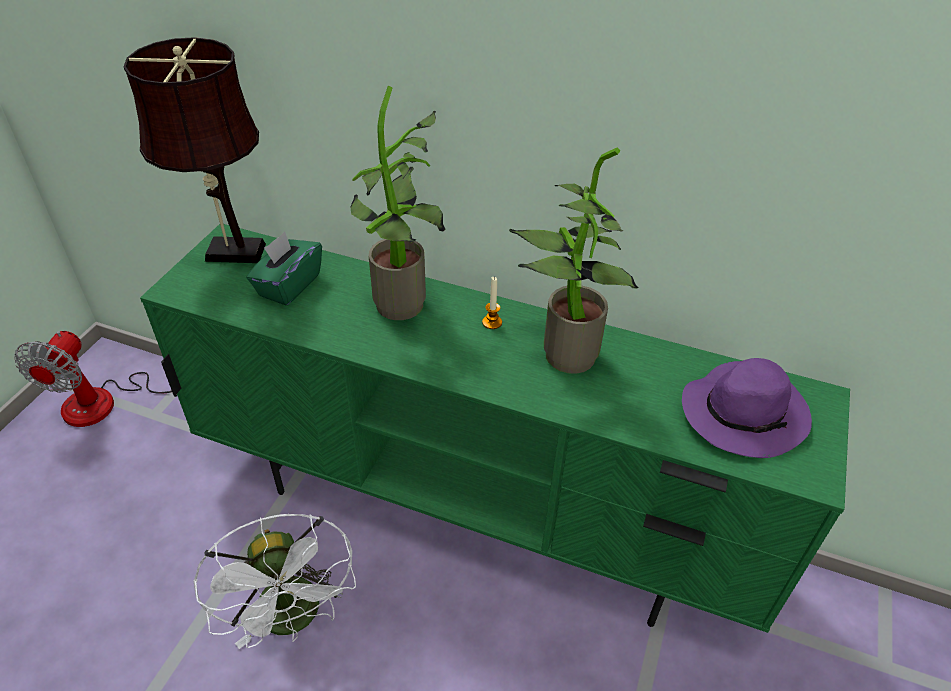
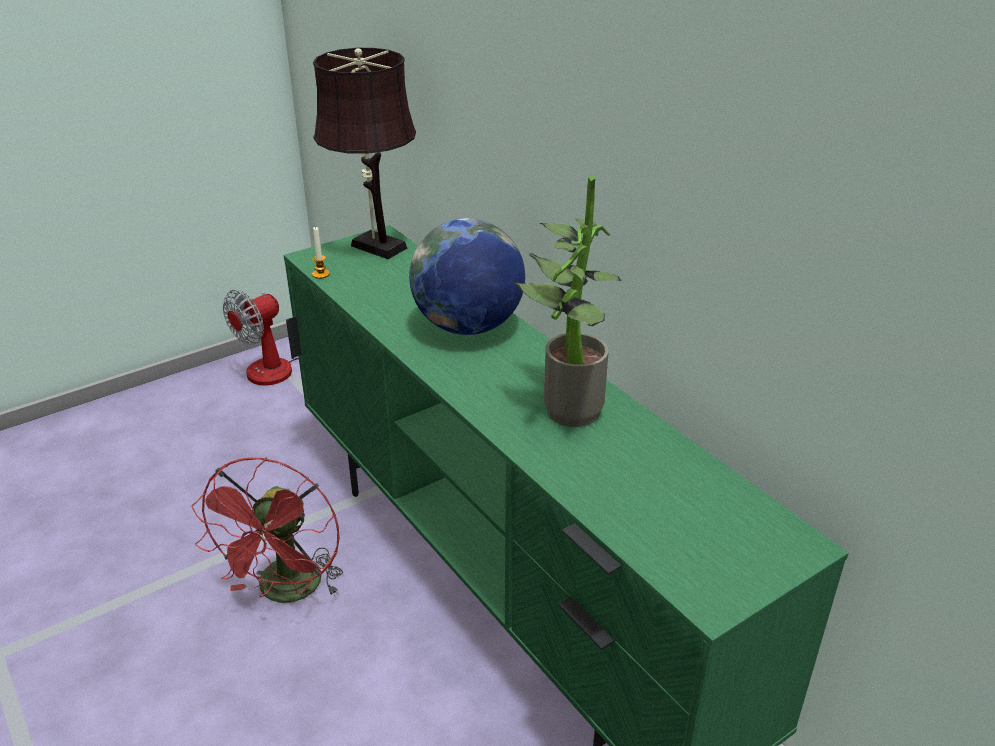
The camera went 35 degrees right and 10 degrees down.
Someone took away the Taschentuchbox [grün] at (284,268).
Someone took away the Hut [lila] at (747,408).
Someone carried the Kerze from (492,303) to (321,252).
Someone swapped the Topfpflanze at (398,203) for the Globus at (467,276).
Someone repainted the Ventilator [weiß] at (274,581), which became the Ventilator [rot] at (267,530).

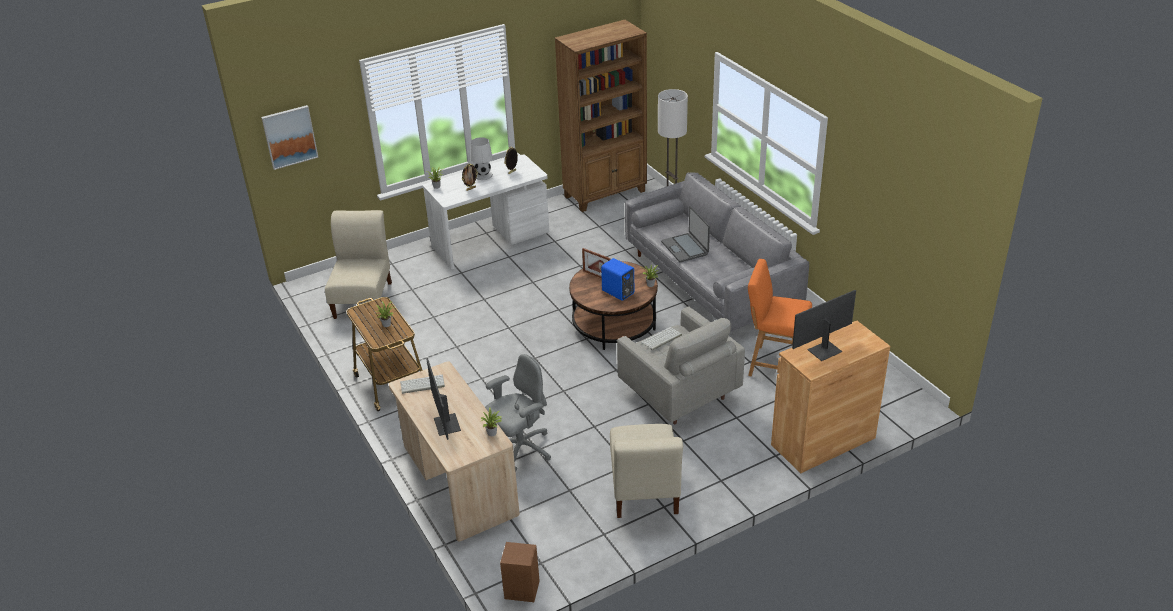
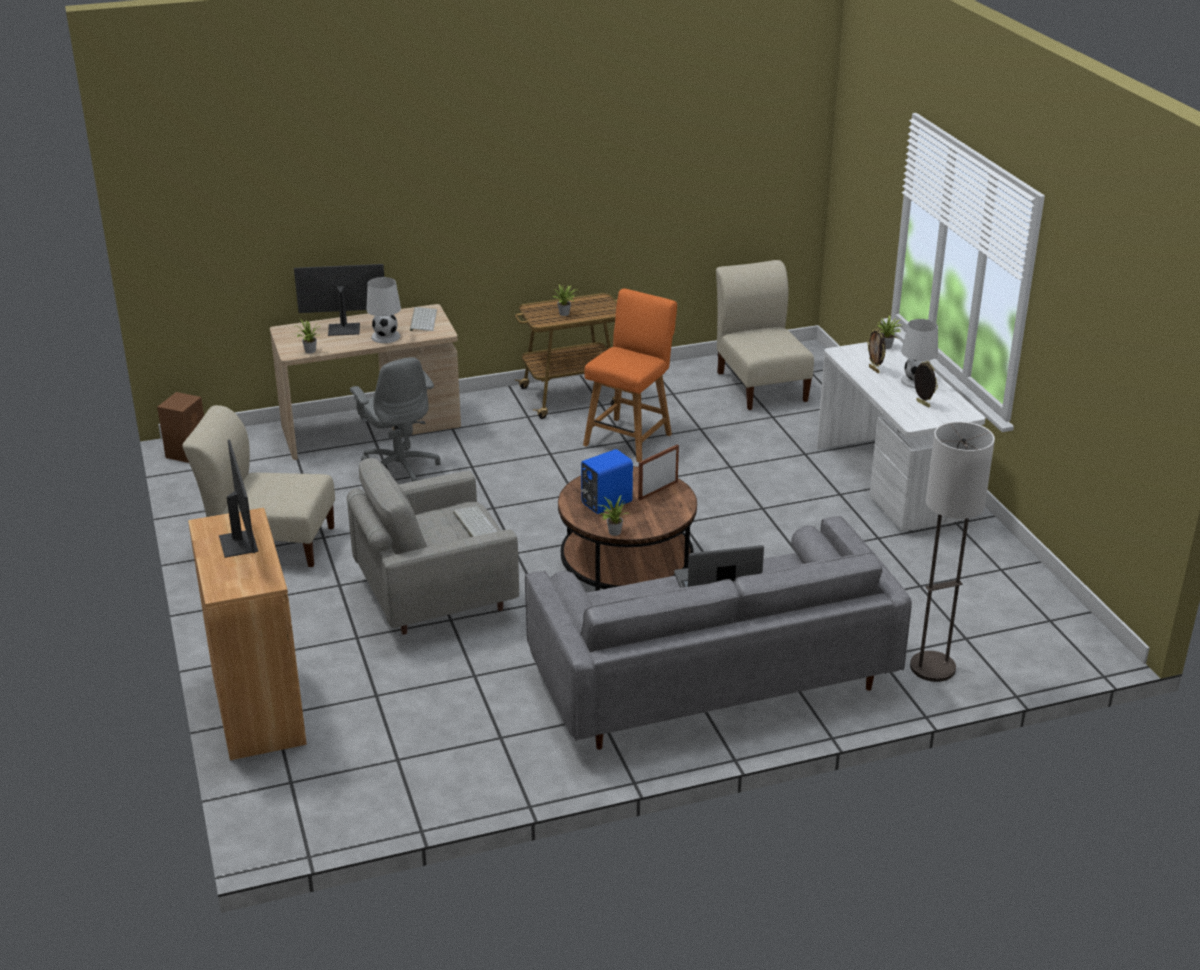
The camera went 100 degrees right and 5 degrees down.
Someone took away the Bild at (290,137).
Someone took away the Bücherregal [braun] at (601,116).
Someone put down the Tischlampe [weiß] at (383,310).
Someone carried the Stuhl [orange] from (780,317) to (630,375).
Someone rotated the Stuhl [beige] at (358,264) by 120 degrees counterclockwise.

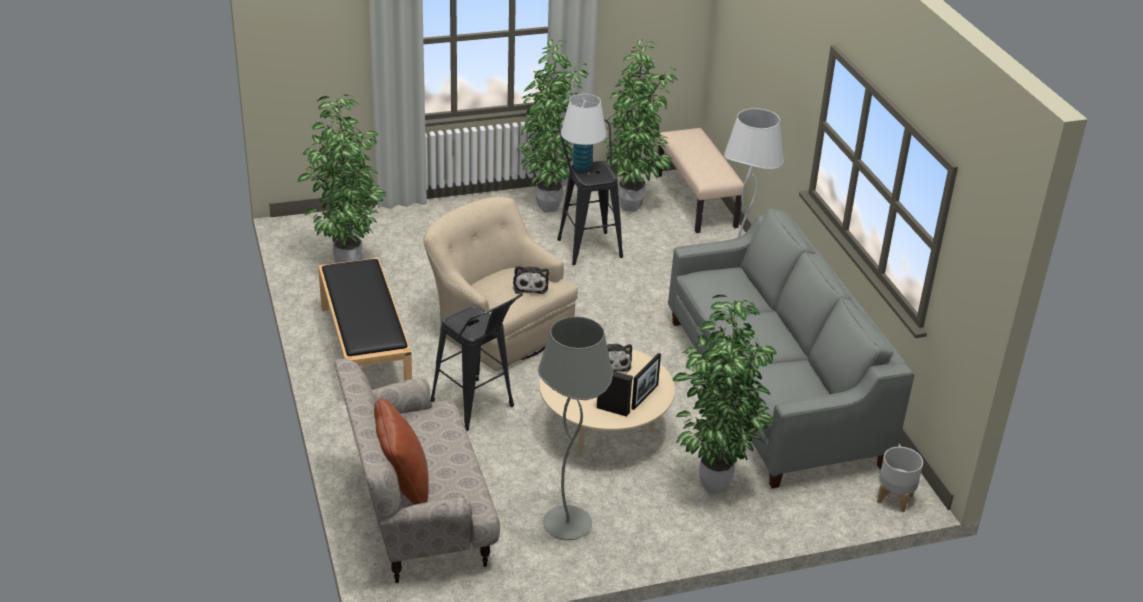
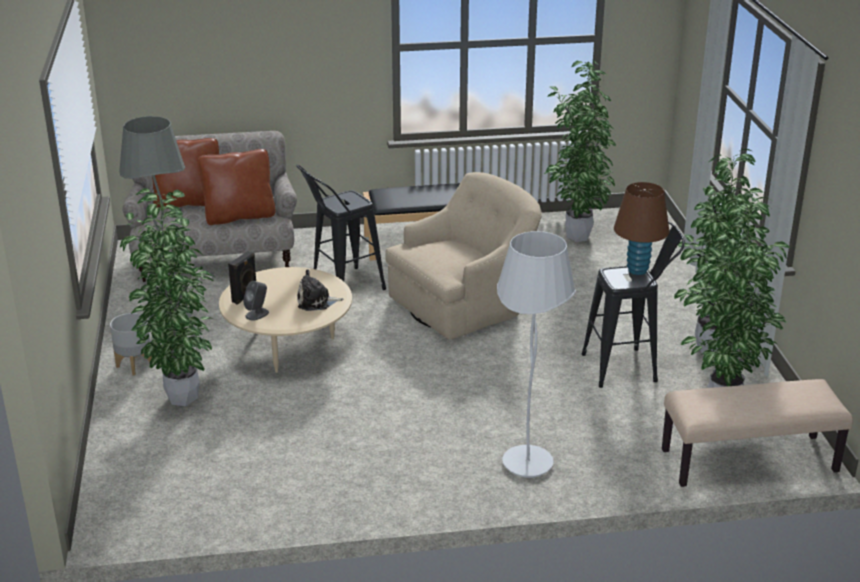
The camera went 100 degrees right and 5 degrees down.
Someone took away the Plüschtier at (531,280).
Someone took away the Sofa [grau] at (791,348).
Someone put down the Kissen [braun] at (236,187).
Someone carried the Pflanzkübel [grau] from (900,479) to (131,344).
Someone swapped the Bilderrahmen at (646,381) for the Lautsprecher [grau] at (256,301).
Someone repainted the Tischlampe [weiß] at (584,132), which became the Tischlampe [braun] at (641,228).

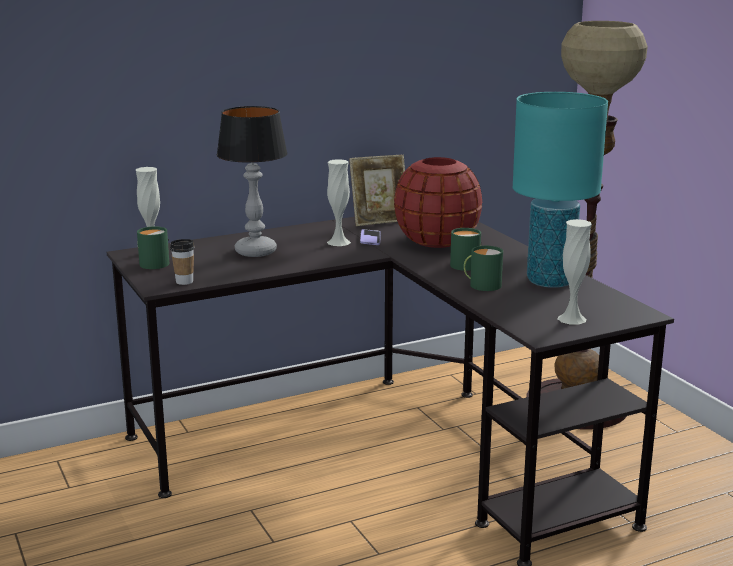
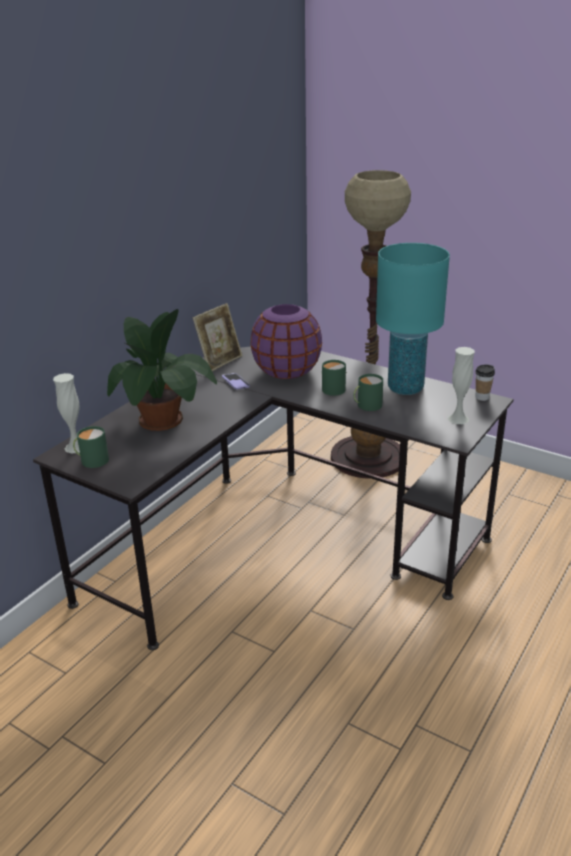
The camera went 30 degrees left and 10 degrees up.
Someone took away the Vase [weiß] at (339,202).
Someone carried the Tasse from (182,262) to (485,382).
Someone swapped the Tischlampe at (252,181) for the Topfpflanze at (162,370).
Someone repainted the Vase [rot] at (438,202), which became the Vase [lila] at (286,341).

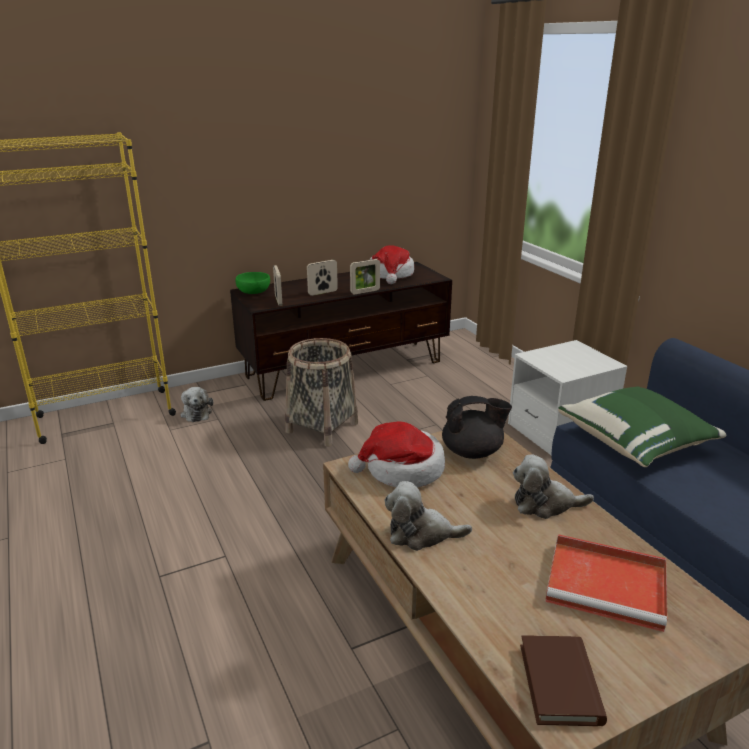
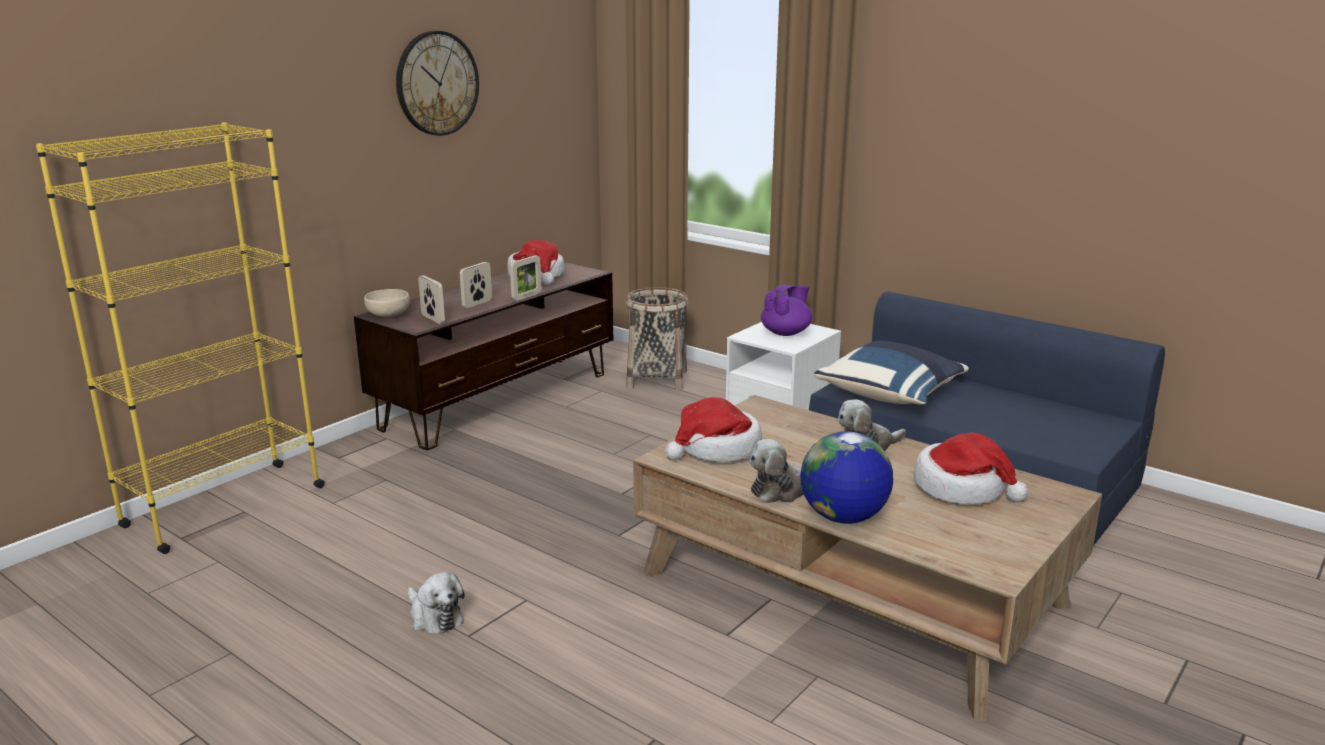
The camera went 25 degrees left and 5 degrees down.
Someone took away the Teekanne [schwarz] at (477,427).
Someone took away the Buch [braun] at (563,680).
Someone put up the Wanduhr at (437,83).
Someone put down the Teekanne [lila] at (786,310).
Someone put down the Globus at (846,477).
Someone carried the Plüschtier from (197,404) to (436,603).
Someone carried the Korb from (321,392) to (657,338).
Someone swapped the Tablett [rot] at (606,583) for the Hut at (970,468).
Someone repainted the Schüssel [grün] at (252,283), which became the Schüssel [beige] at (387,303).
Someone repainted the Kissen [grün] at (642,426), which became the Kissen [blau] at (891,373).

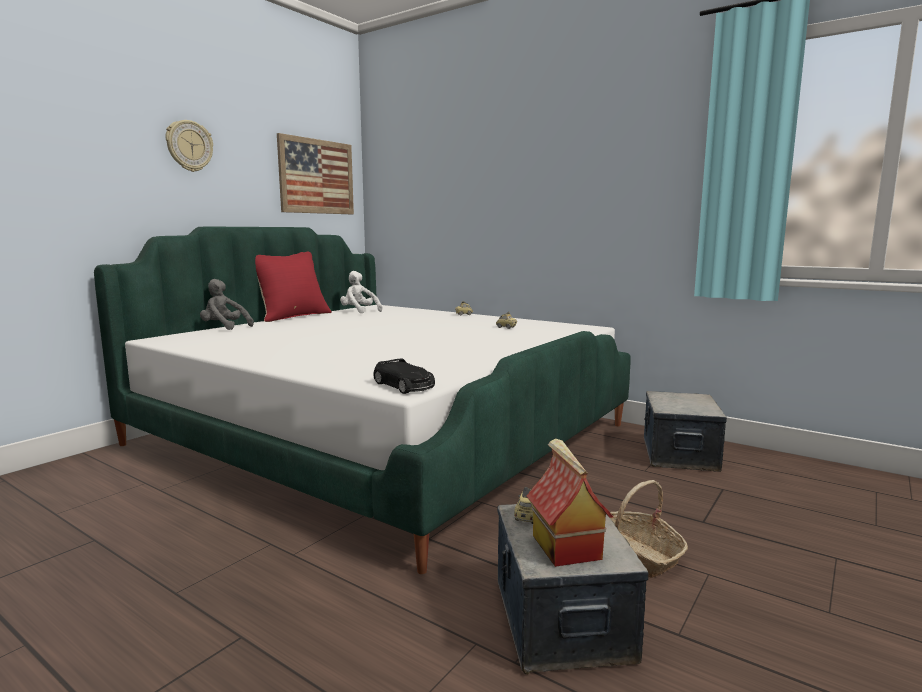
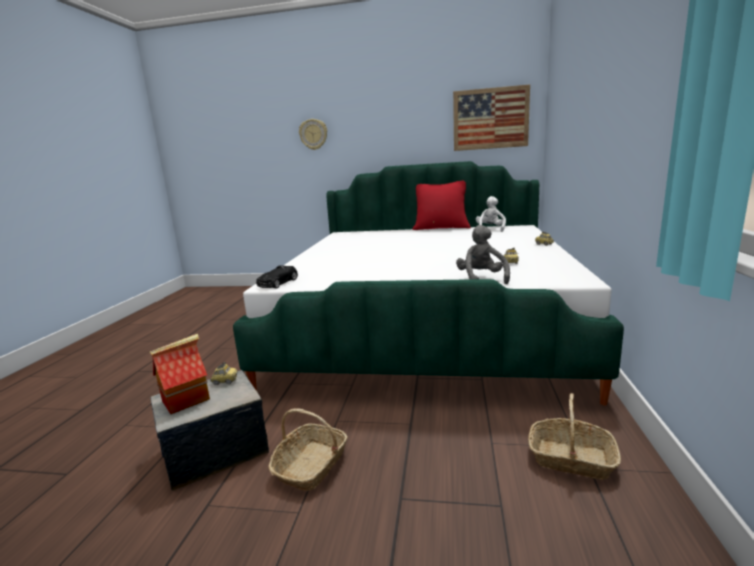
The camera went 65 degrees right and 5 degrees up.
Someone carried the Wanduhr from (189,146) to (313,134).
Someone carried the Plüschtier [grau] from (227,304) to (483,254).
Someone swapped the Aufbewahrungsbox at (685,431) for the Korb at (574,436).

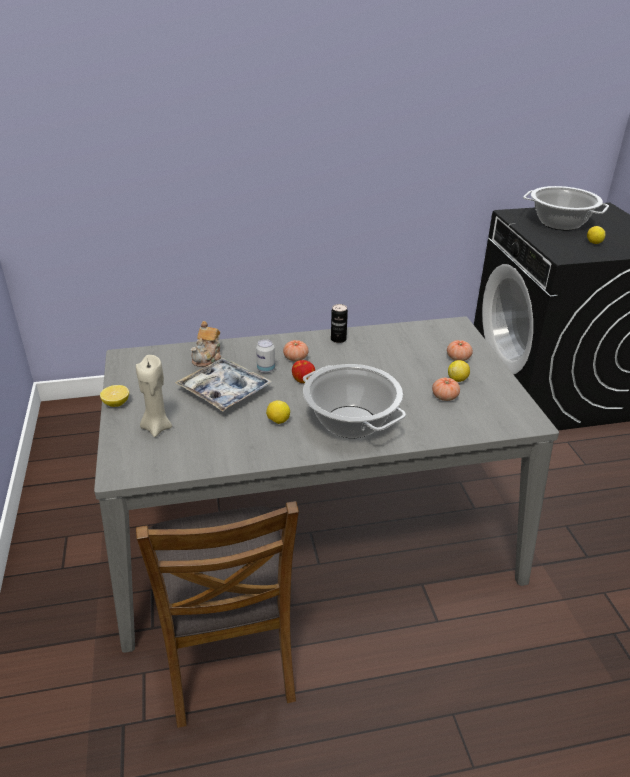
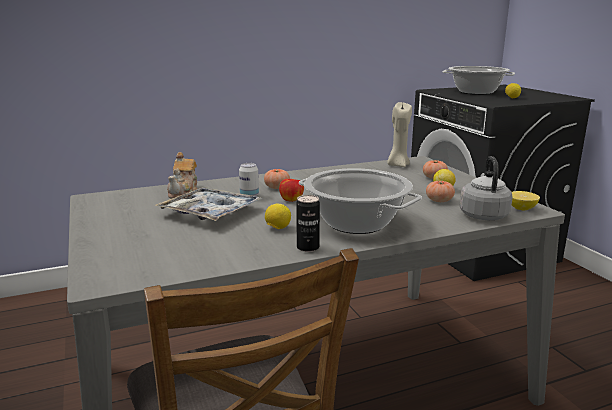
The camera went 10 degrees left and 15 degrees down.
Someone put down the Wasserkessel [grau] at (486,188).
Someone carried the Zitrone from (114,396) to (526,201).
Someone carried the Kerze [beige] from (154,396) to (399,134).
Someone carried the Dose from (339,323) to (308,223).

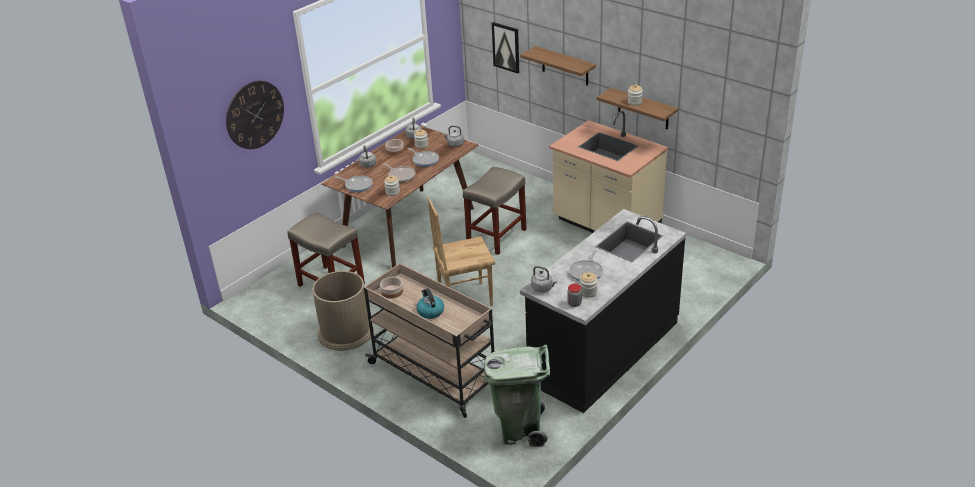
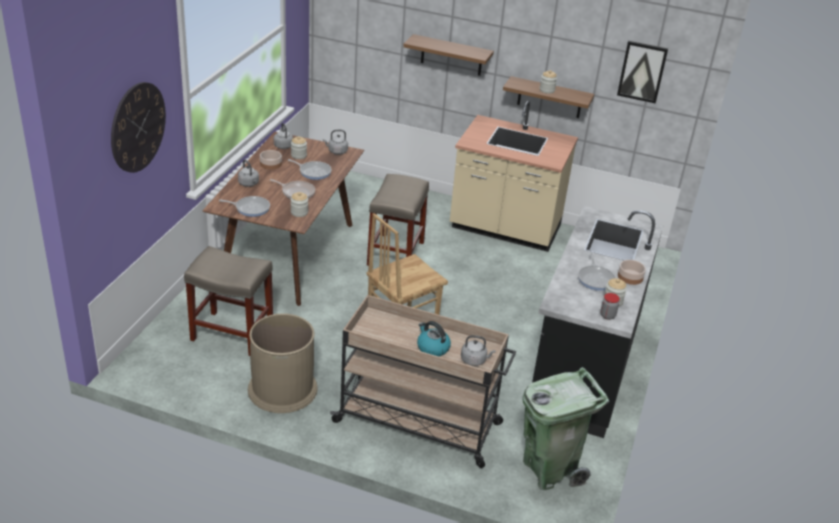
The camera went 25 degrees left and 0 degrees up.
Someone carried the Schüssel from (391,288) to (632,272).
Someone carried the Bild from (505,48) to (642,72).
Someone carried the Wasserkessel [grau] from (544,279) to (478,350).

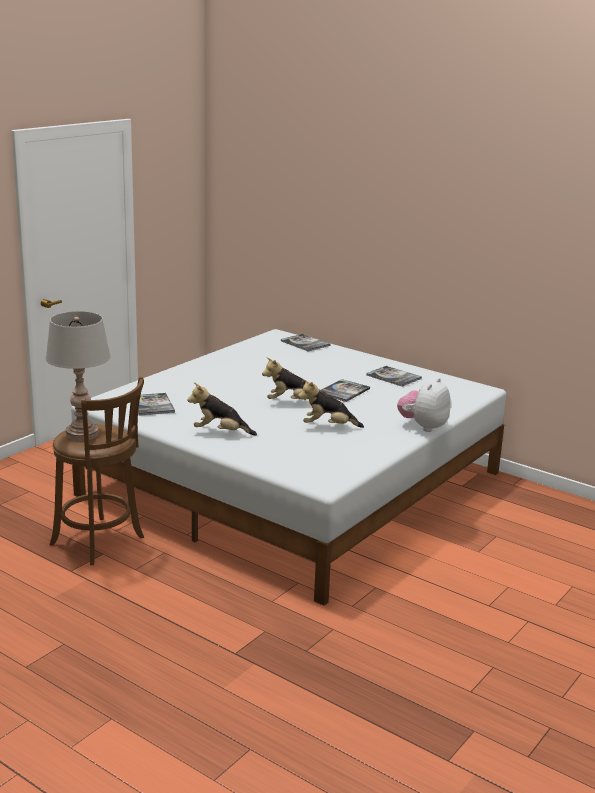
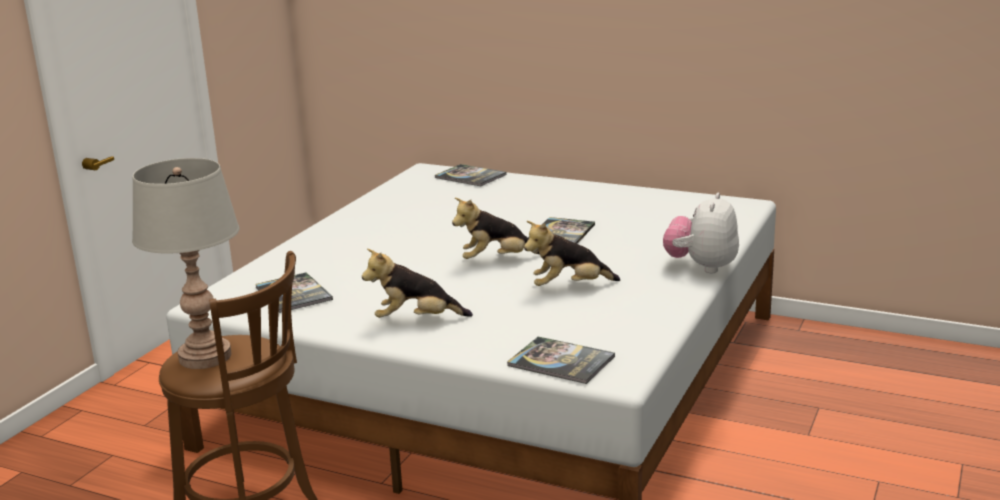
The camera went 10 degrees left and 0 degrees up.
Someone carried the Buch from (394,376) to (561,360).

